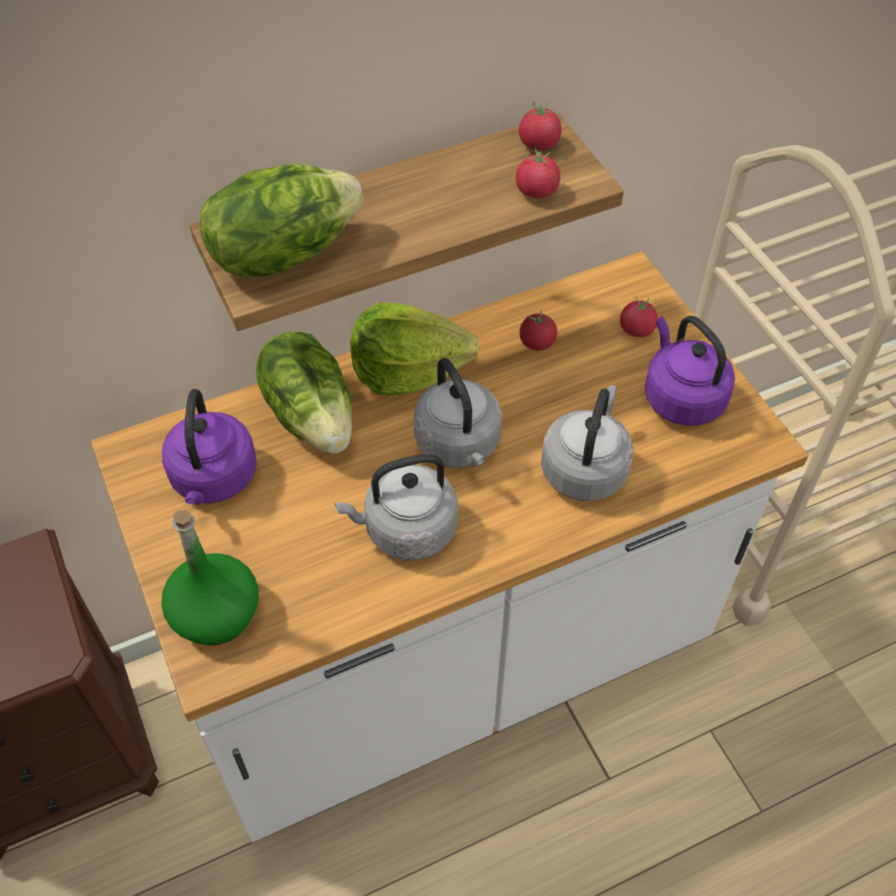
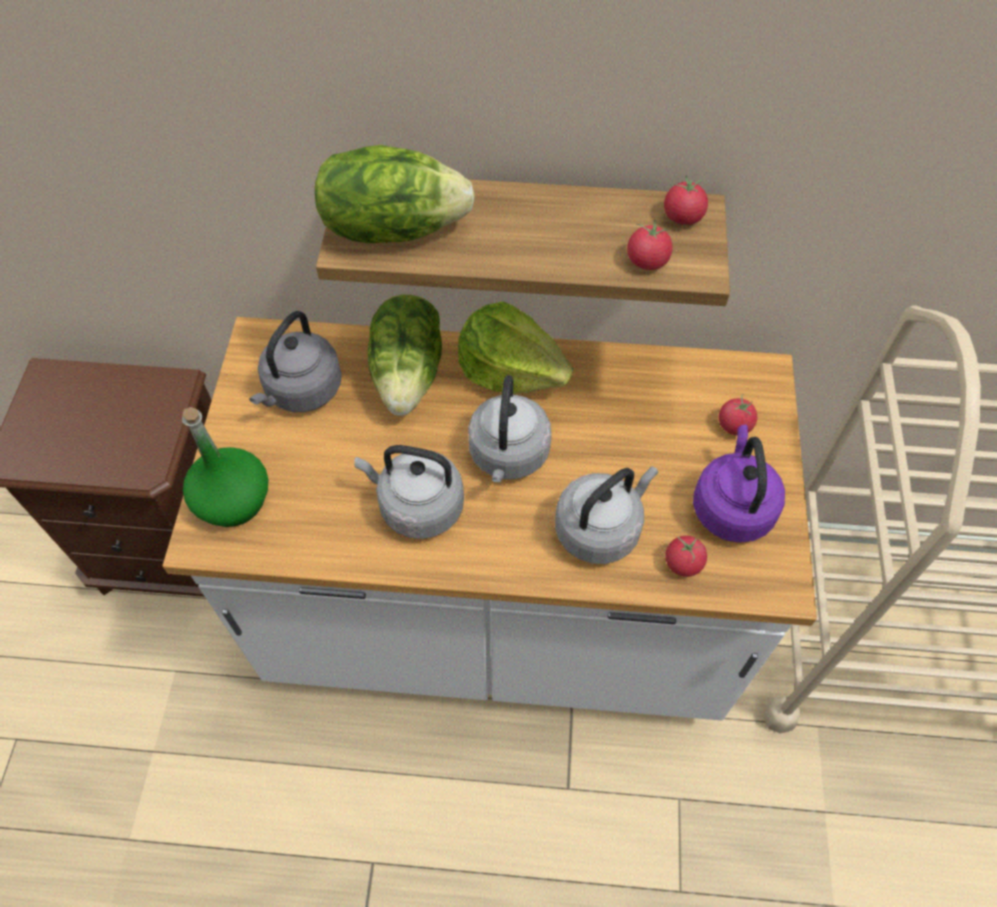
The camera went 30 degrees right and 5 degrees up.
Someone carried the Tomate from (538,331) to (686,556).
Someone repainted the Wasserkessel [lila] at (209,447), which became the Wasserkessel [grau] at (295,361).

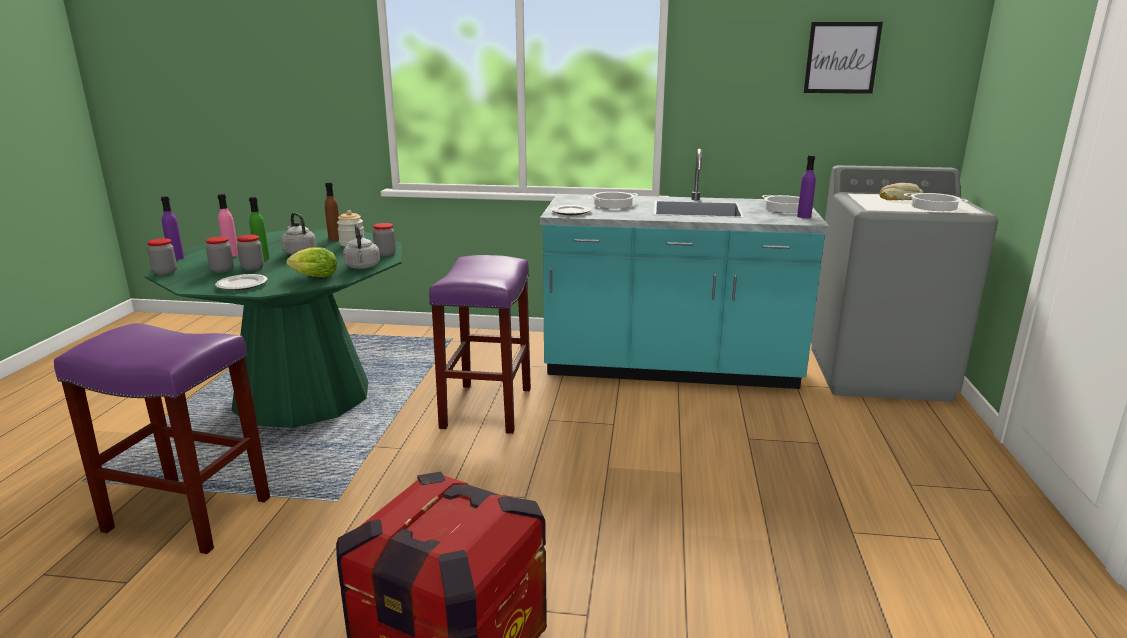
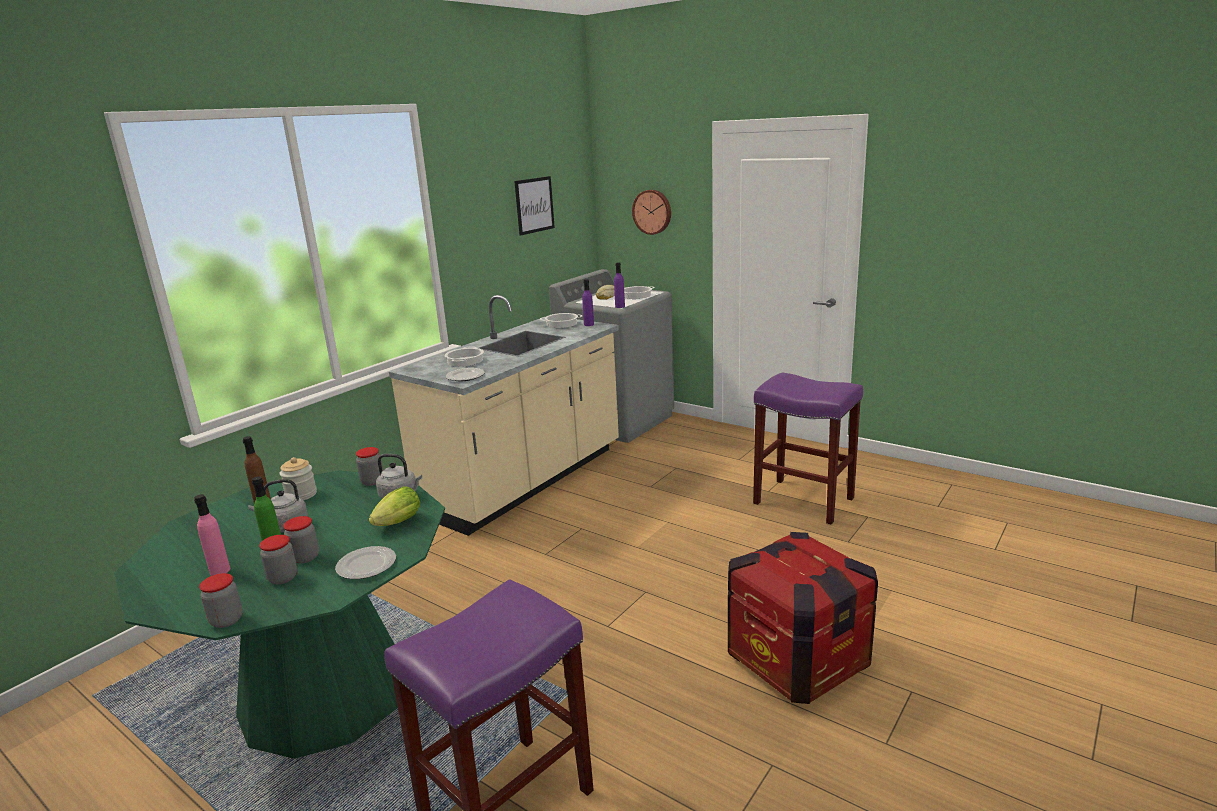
The camera went 60 degrees left and 0 degrees up.
Someone put up the Wanduhr at (651,212).
Someone carried the Flasche [lila] from (173,228) to (619,285).
Someone carried the Hocker [lila] from (480,344) to (808,448).
Someone repainted the Küchenzeile [türkis] at (685,269), which became the Küchenzeile [beige] at (504,415).

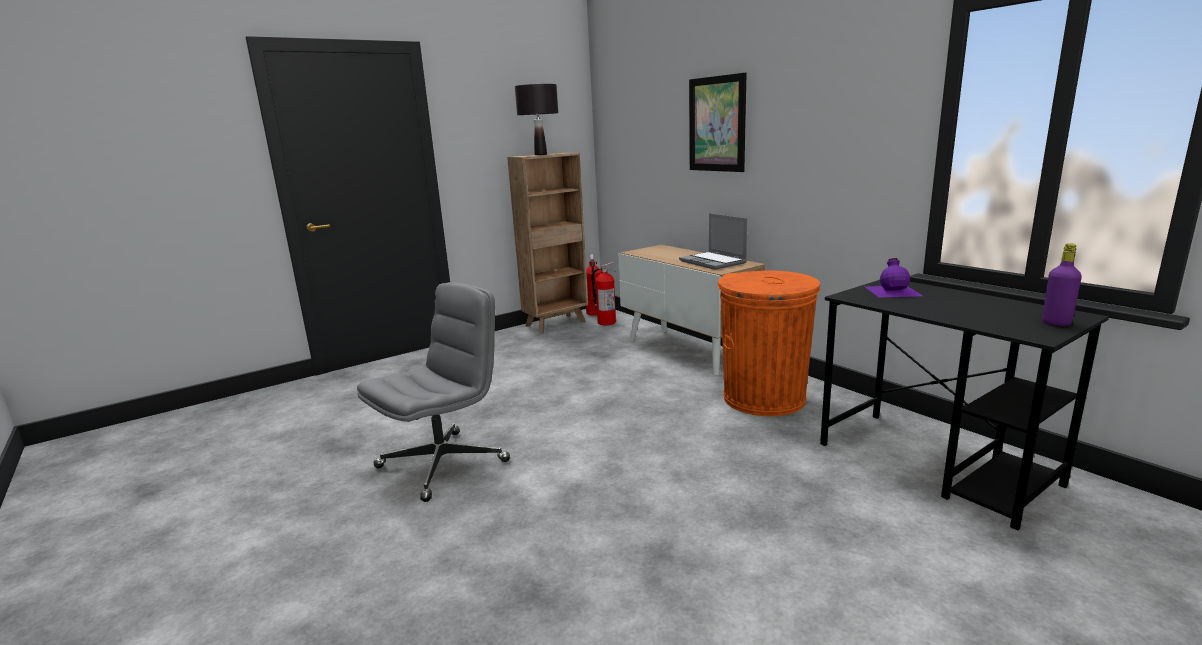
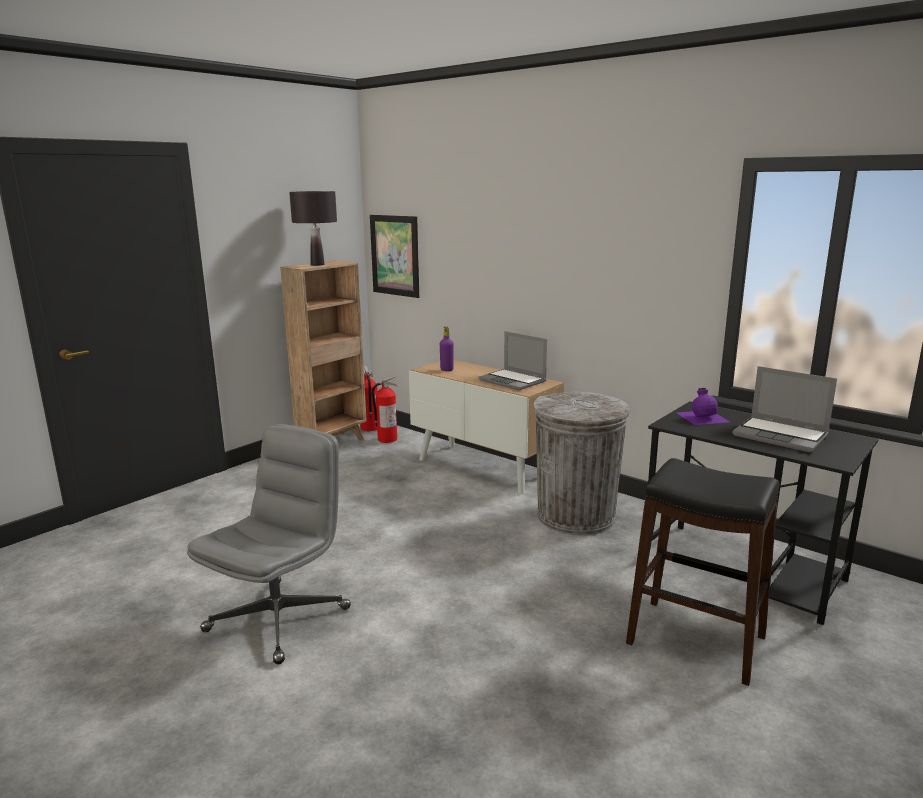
The camera went 15 degrees left and 0 degrees up.
Someone put down the Hocker [schwarz] at (703,572).
Someone put down the Laptop at (785,409).
Someone carried the Bild from (718,122) to (394,256).
Someone carried the Flasche [lila] from (1062,284) to (447,349).
Someone repainted the Mülleimer [orange] at (769,343), which became the Mülleimer [grau] at (581,463).

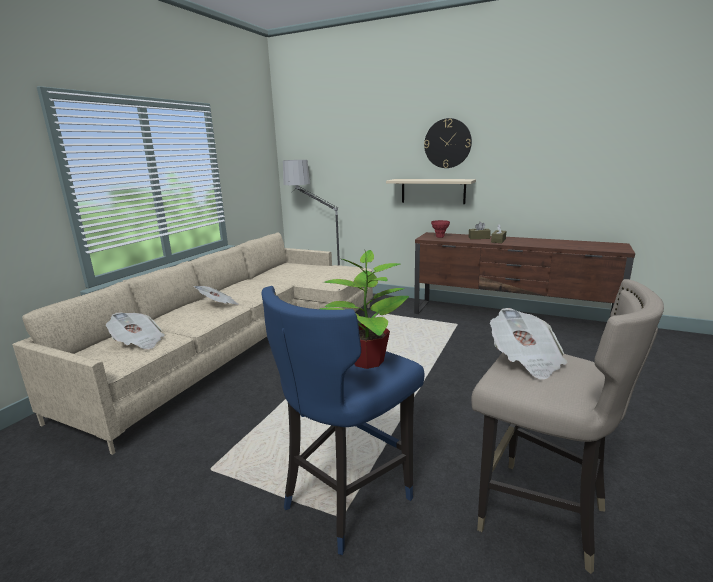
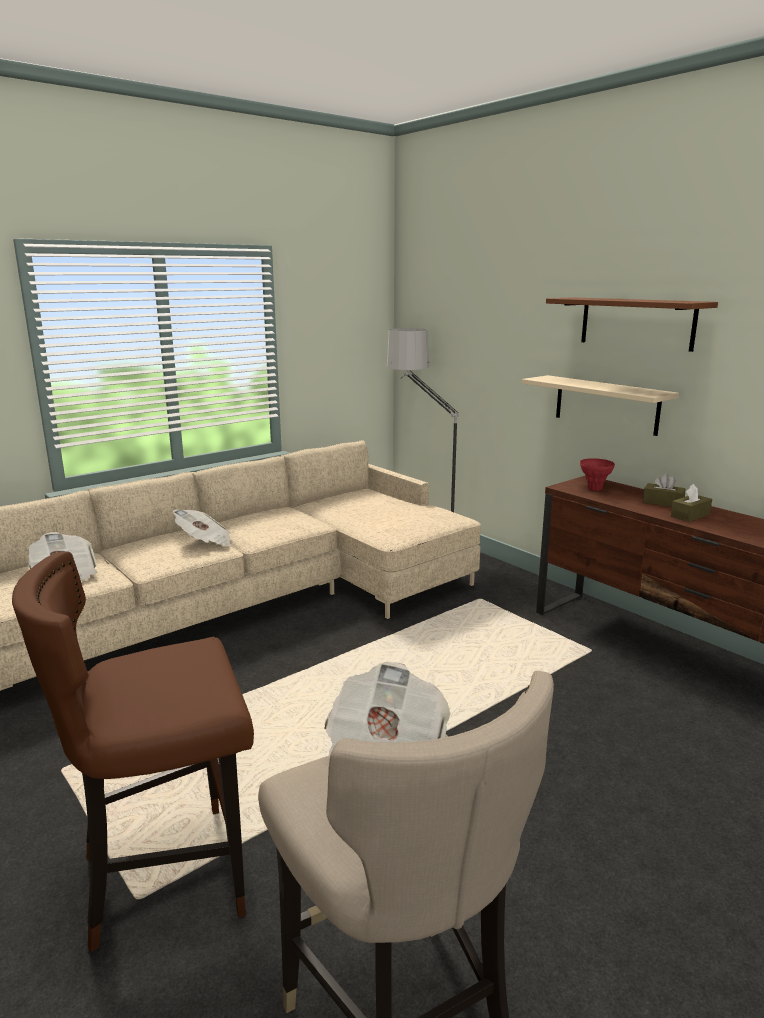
The camera went 25 degrees right and 0 degrees up.
Someone took away the Topfpflanze at (364,309).
Someone swapped the Wanduhr at (448,143) for the Wandregal [braun] at (632,324).
Someone repainted the Hocker [blau] at (342,420), which became the Hocker [braun] at (133,752).

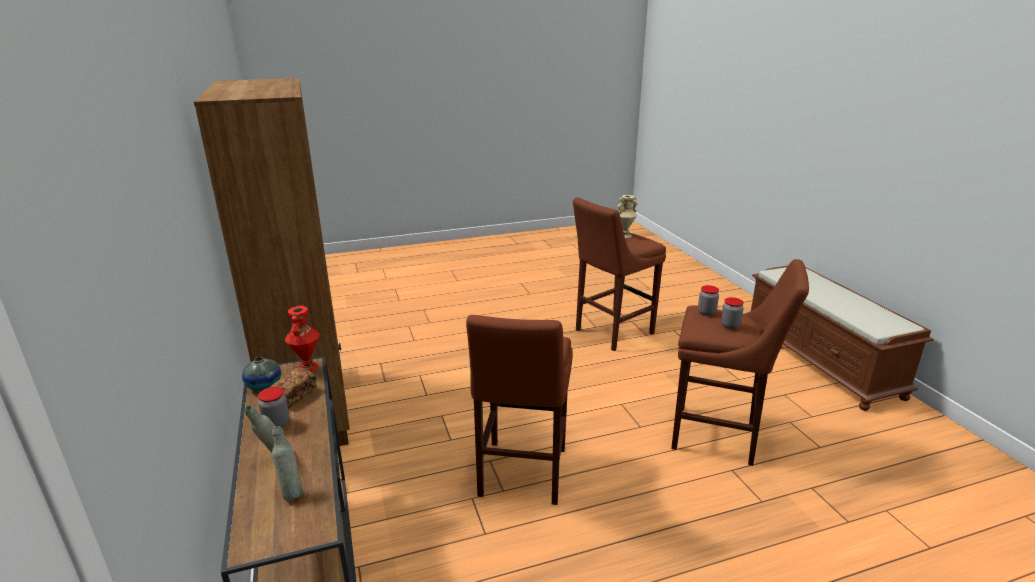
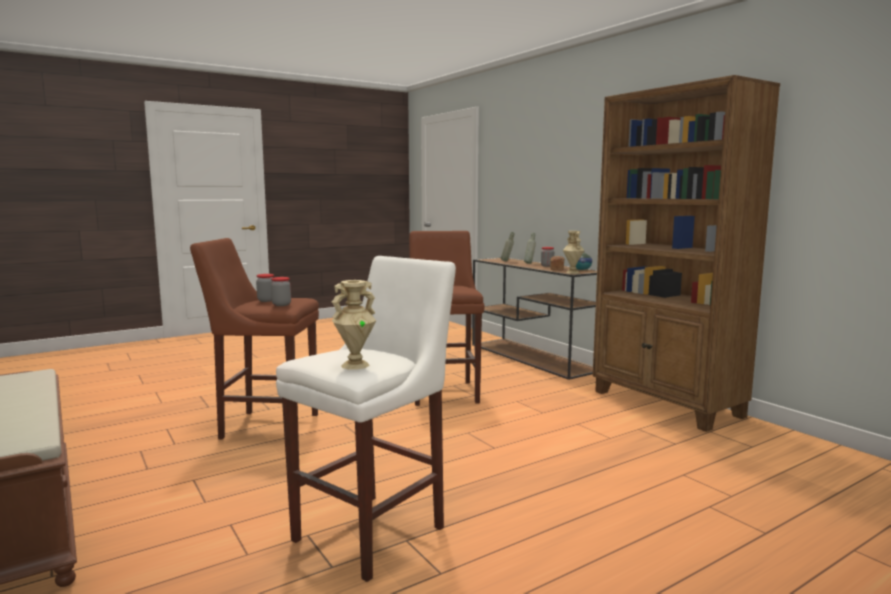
The camera went 165 degrees right and 15 degrees down.
Someone repainted the Vase [rot] at (302,338), which became the Vase [beige] at (573,252).
Someone repainted the Hocker [braun] at (619,274), which became the Hocker [weiß] at (366,419).

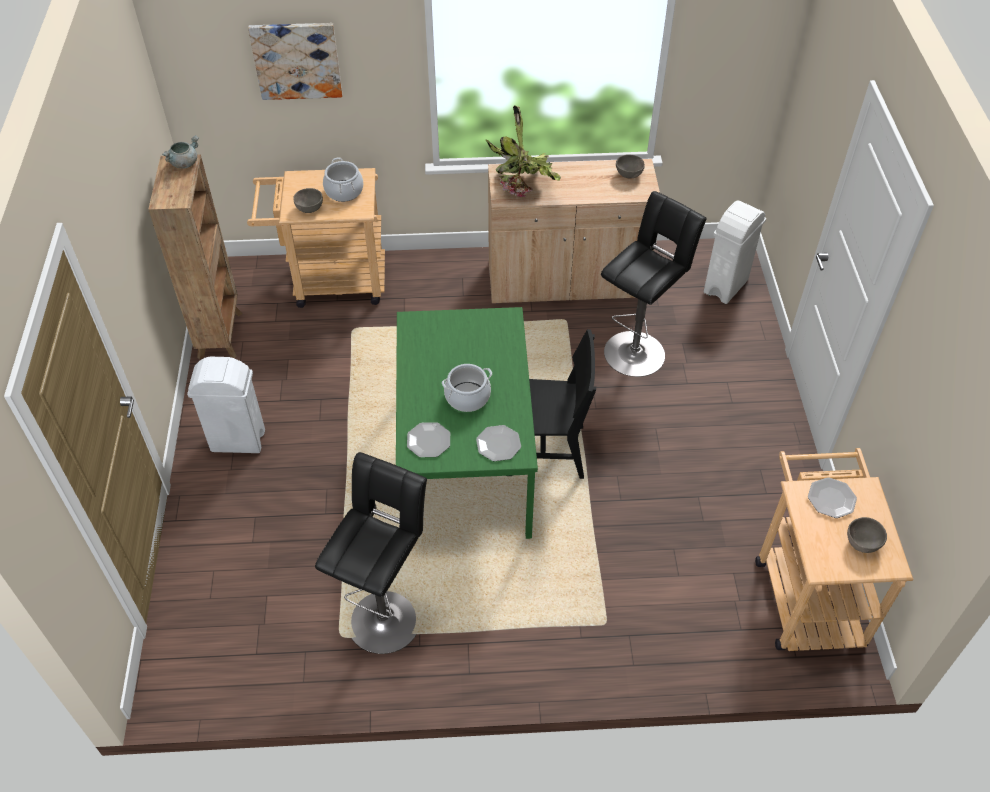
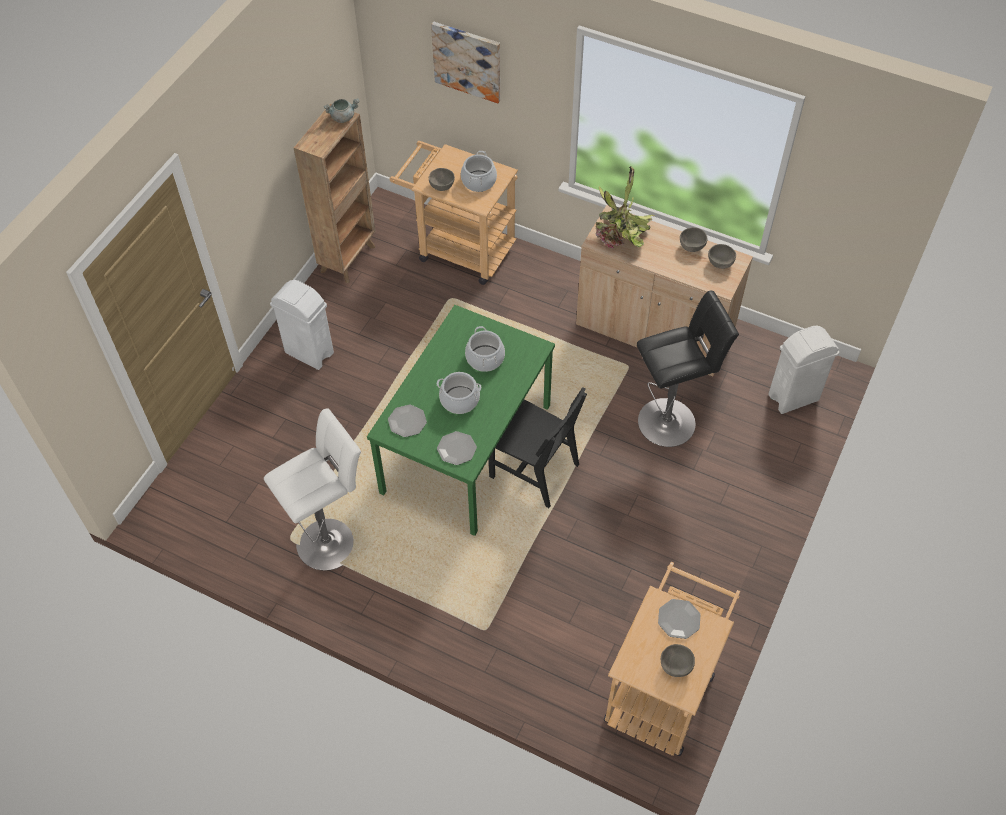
The camera went 30 degrees right and 5 degrees up.
Someone put down the Kochtopf at (485,349).
Someone put down the Schüssel [grau] at (693,239).
Someone repainted the Hocker [schwarz] at (371,553), which became the Hocker [weiß] at (312,489).

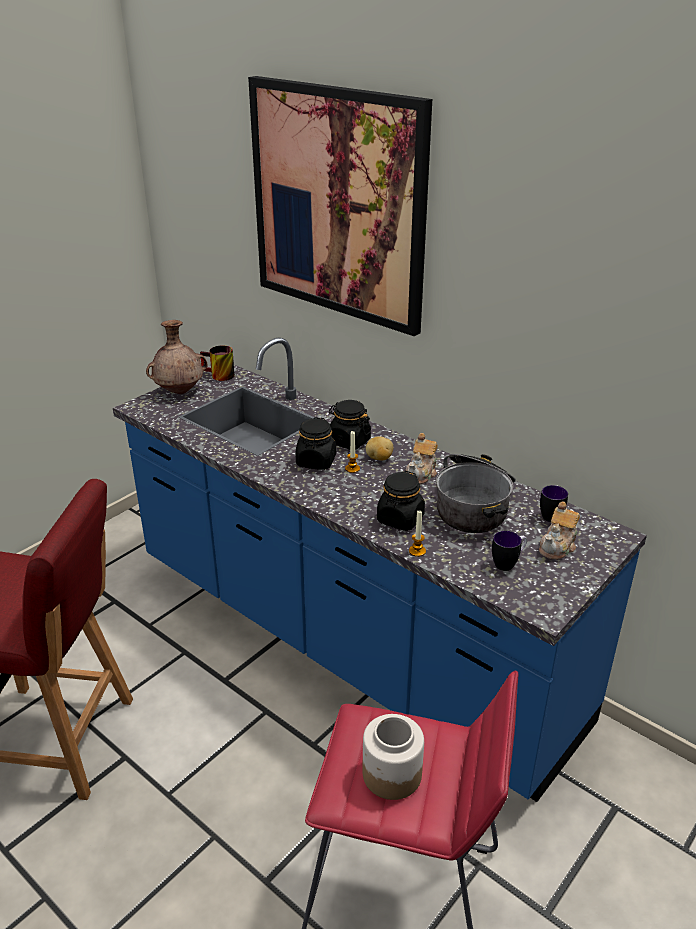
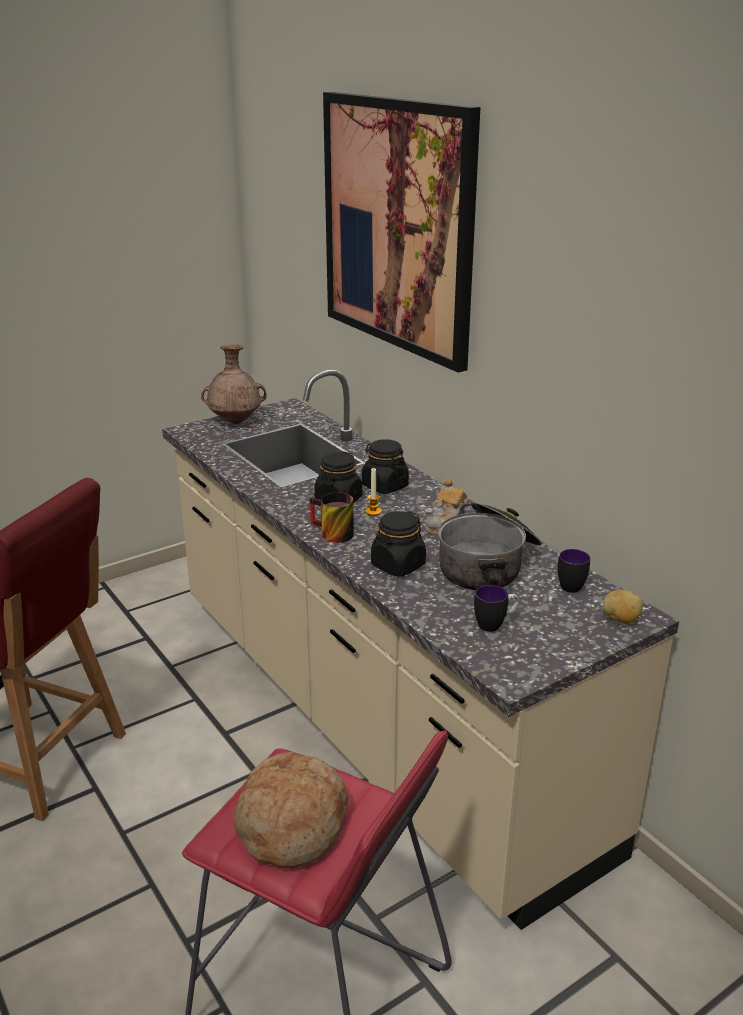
The camera went 15 degrees right and 5 degrees down.
Someone took away the Kerze at (417,534).
Someone took away the Teekanne at (559,530).
Someone carried the Henkelbecher from (217,363) to (332,518).
Someone carried the Kartoffel from (379,448) to (623,606).
Someone swapped the Vorratsglas at (393,757) for the Brot at (291,810).
Someone repainted the Küchenzeile [blau] at (380,569), which became the Küchenzeile [beige] at (420,649).

